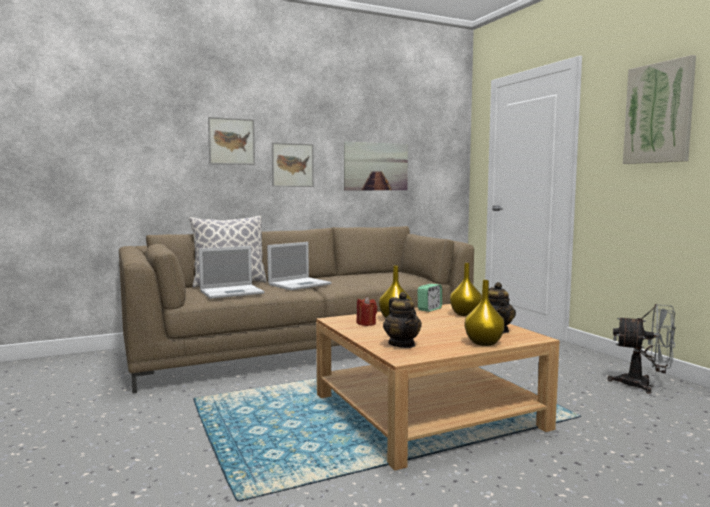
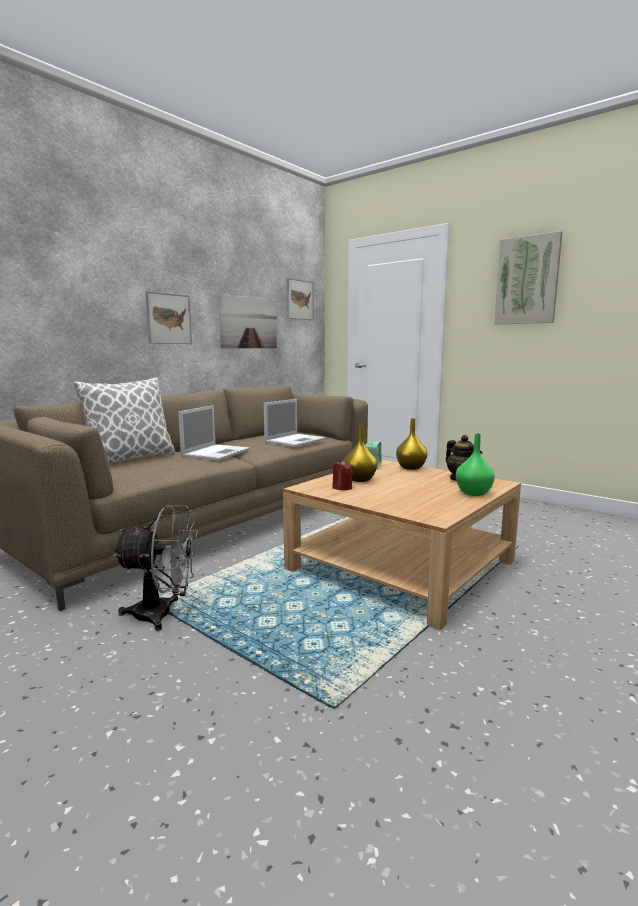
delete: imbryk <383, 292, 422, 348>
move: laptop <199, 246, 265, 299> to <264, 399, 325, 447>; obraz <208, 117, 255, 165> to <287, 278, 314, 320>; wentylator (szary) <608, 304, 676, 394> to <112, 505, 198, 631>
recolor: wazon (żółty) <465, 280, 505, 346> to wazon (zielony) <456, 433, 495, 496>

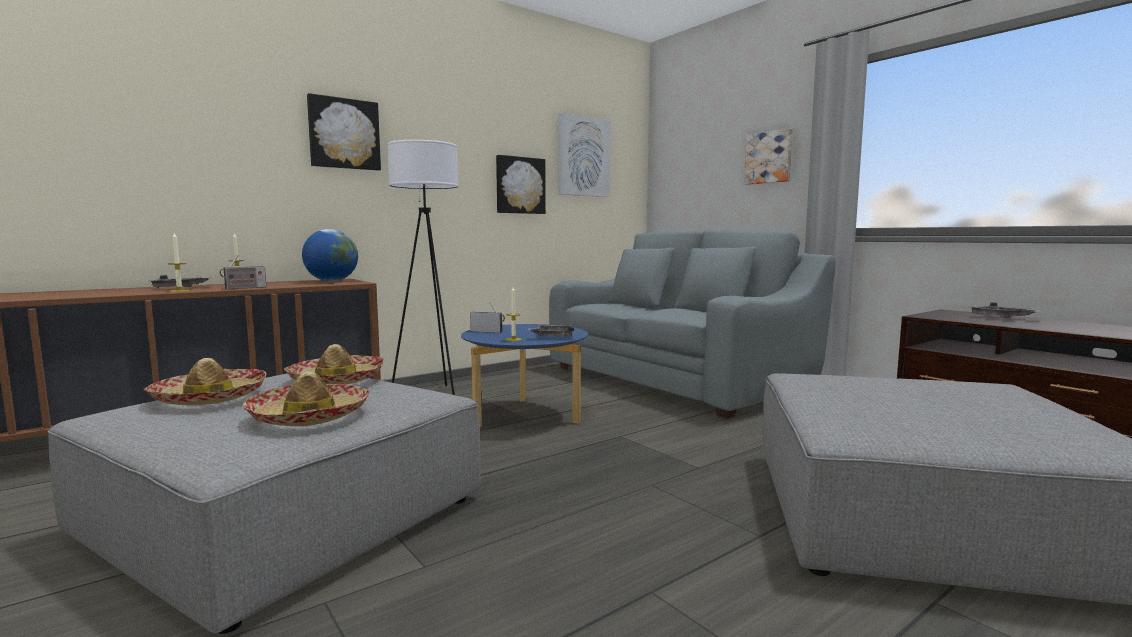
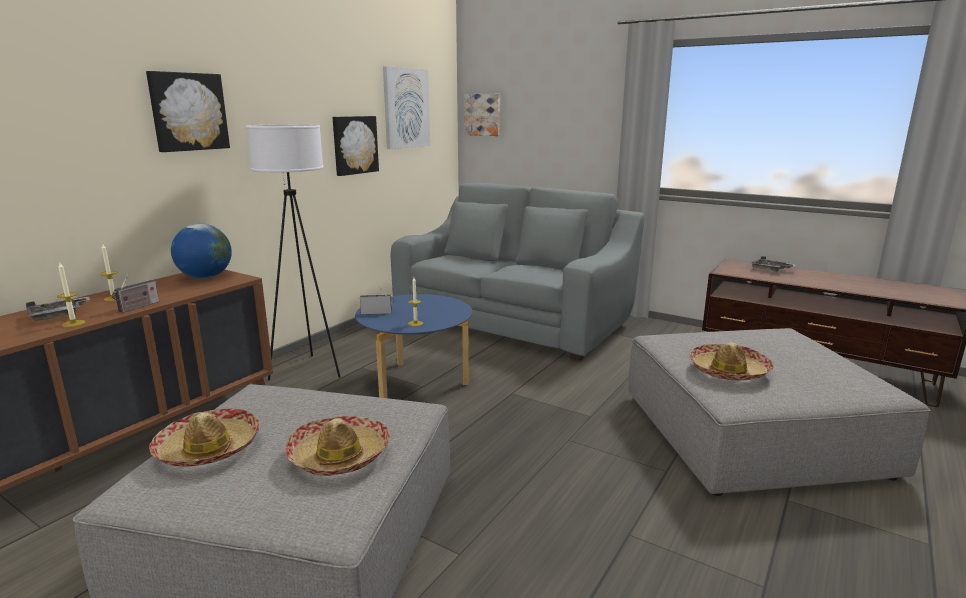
delete: taca (szary) <528, 325, 574, 336>
move: kapelusz <284, 344, 385, 385> to <690, 342, 774, 381>; obraz <744, 128, 793, 185> to <464, 94, 500, 136>

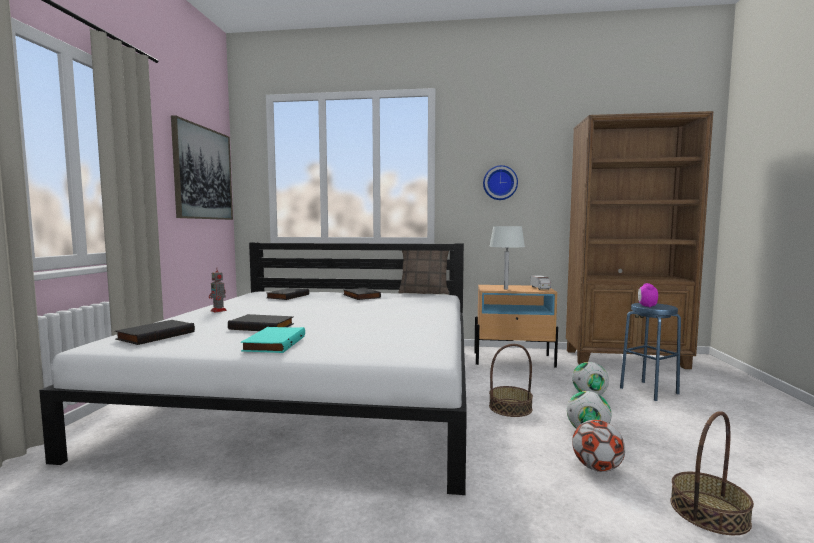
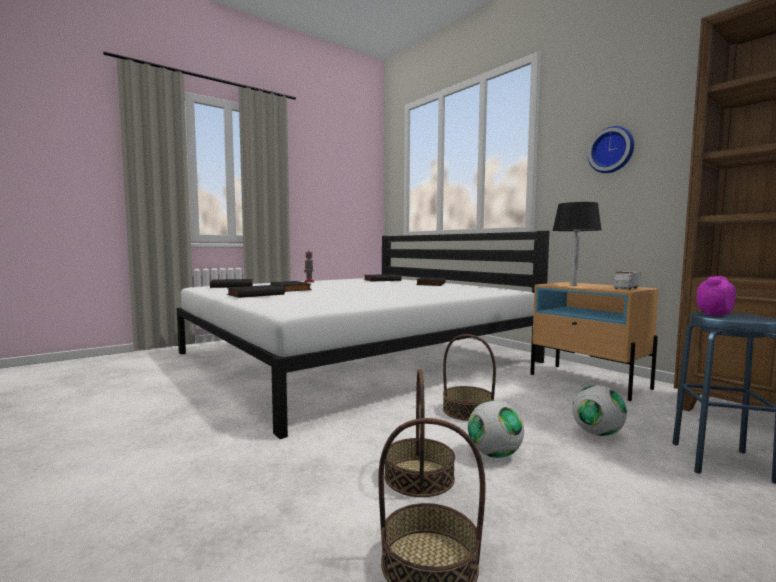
delete: obraz <171, 115, 233, 220>; poduszka <398, 250, 449, 294>
replace: piłka futbolowa <572, 420, 625, 472> to koszyk <384, 369, 455, 497>
recolor: książka (turkusowy) <241, 327, 305, 353> to książka (czarny) <227, 285, 285, 298>; lampa stołowa (biały) <489, 226, 525, 290> to lampa stołowa (czarny) <552, 202, 602, 286>

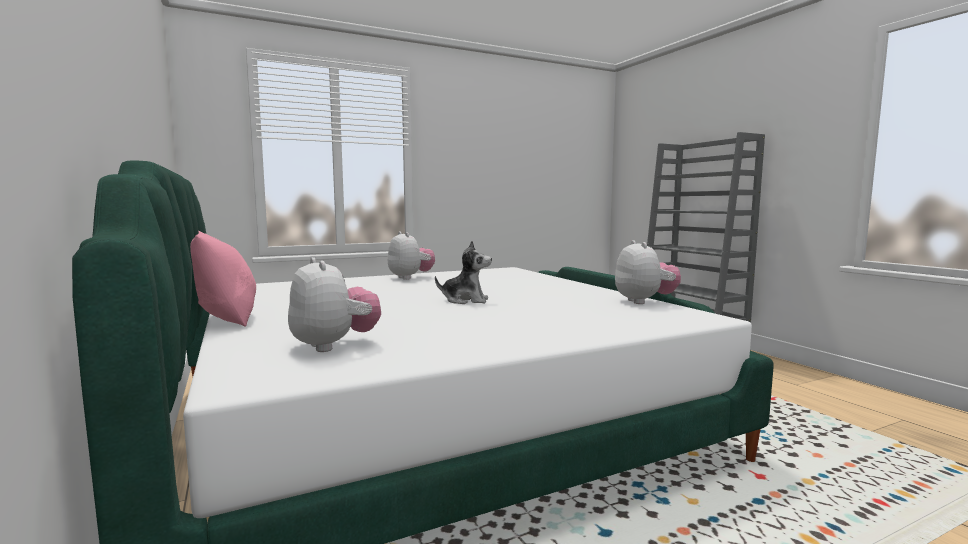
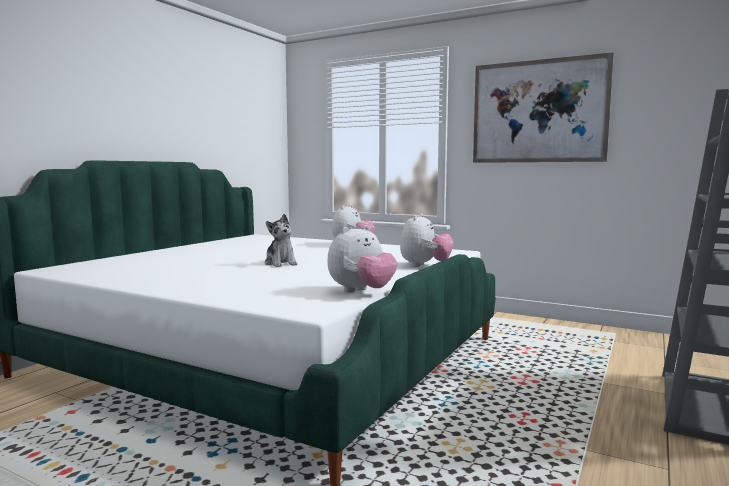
delete: poduszka (różowy) <190, 231, 256, 327>
insert: obraz <473, 52, 614, 163>
move: pluszak <288, 257, 381, 352> to <400, 213, 453, 267>

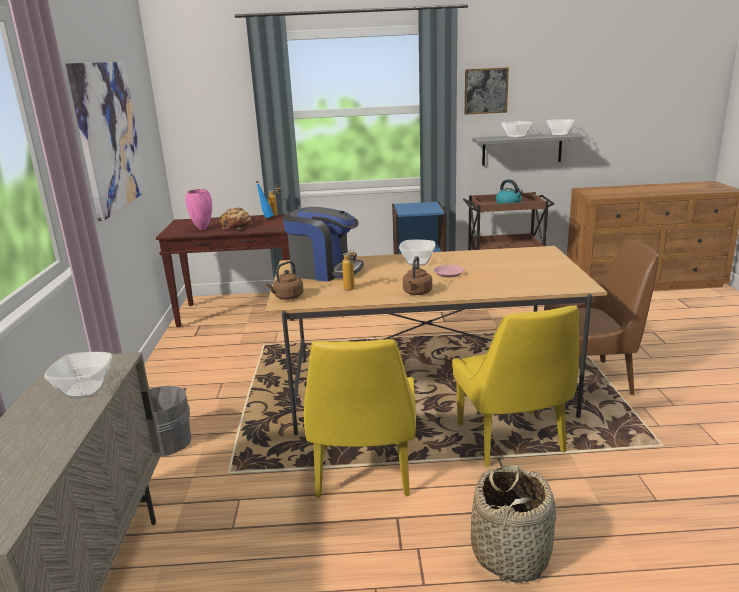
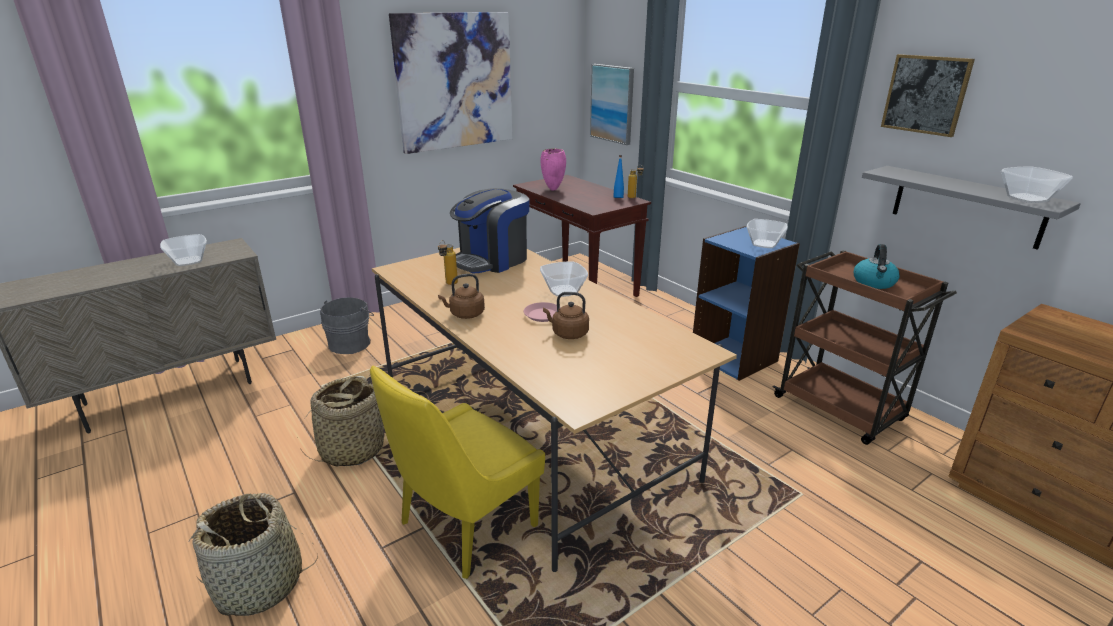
delete: chleb <219, 207, 252, 229>; krzesło (brązowy) <544, 239, 659, 395>
insert: obraz <590, 64, 634, 145>
move: czajnik (brązowy) <266, 261, 304, 300> to <543, 292, 589, 339>; miska <501, 121, 533, 138> to <747, 219, 788, 248>
replace: krzesło (żółty) <304, 339, 416, 498> to koszyk <300, 376, 384, 467>
rotate: ekspres do kawy <283, 207, 364, 281> = <450, 188, 530, 273> 60 degrees clockwise

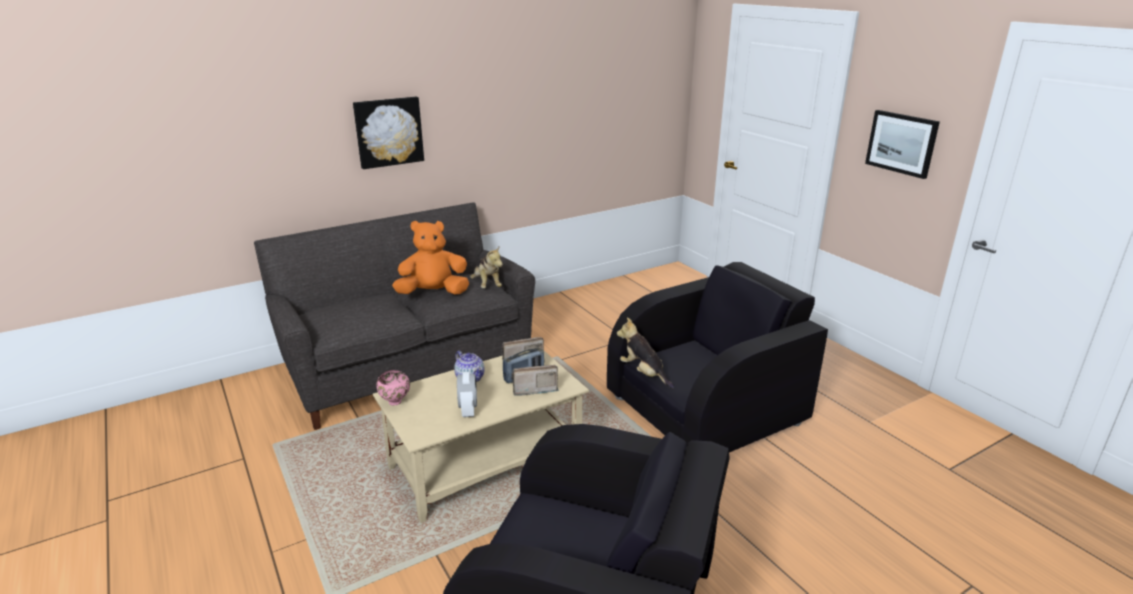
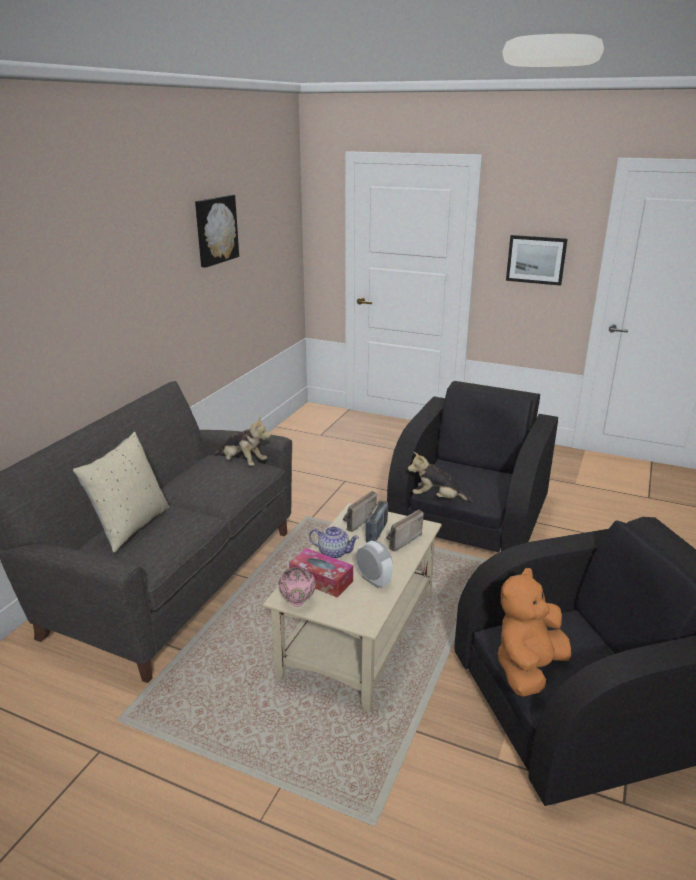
insert: poduszka (beżowy) <73, 432, 169, 553>; pudełko chusteczek <289, 548, 353, 597>
move: obraz <353, 97, 424, 169> to <195, 195, 239, 268>; pluszak (pomarańczowy) <392, 221, 469, 294> to <497, 568, 571, 697>

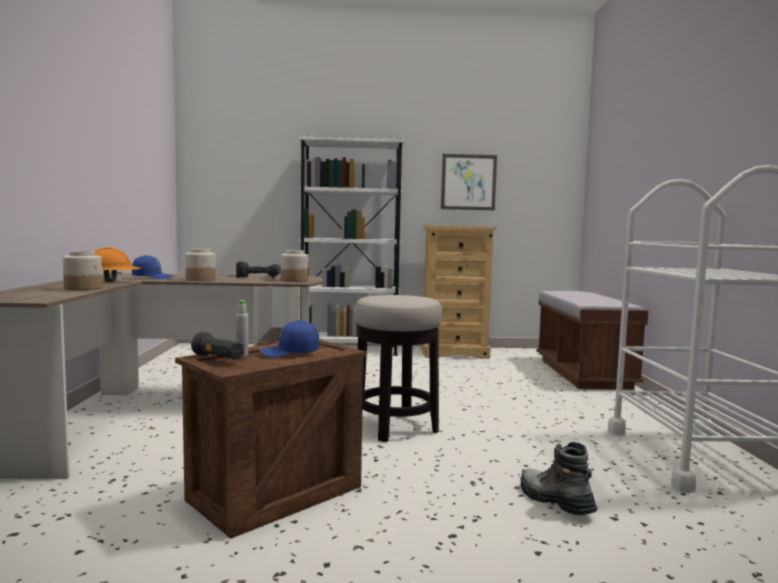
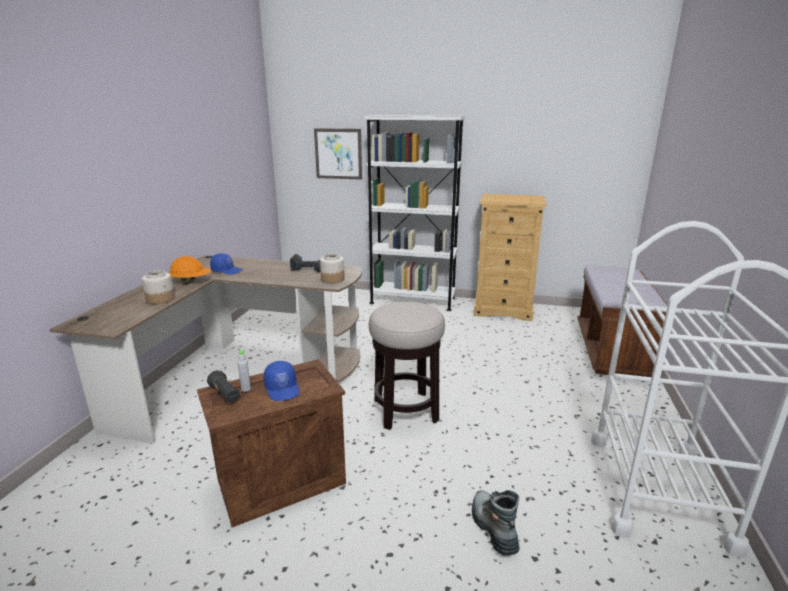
delete: słoik <185, 249, 216, 281>
move: obraz <441, 154, 497, 210> to <314, 128, 362, 180>
rotate: czapka z daszkiem (niebieski) <259, 320, 319, 357> = <264, 361, 299, 401> 120 degrees counterclockwise

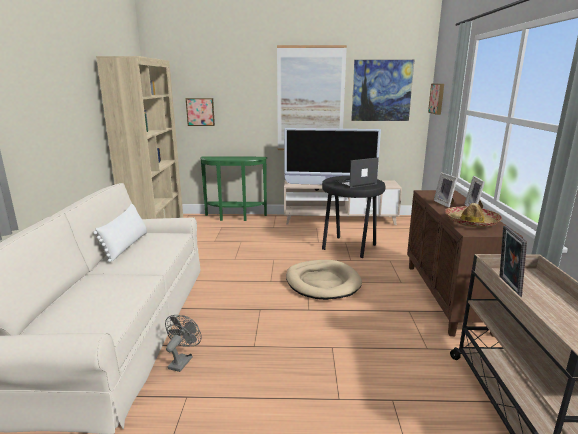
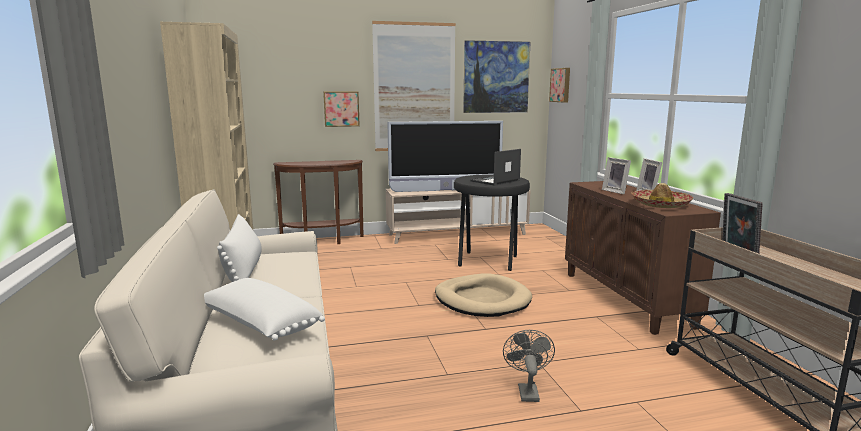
insert: poduszka (biały) <204, 278, 325, 341>
move: wentylator (szary) <165, 315, 202, 372> to <503, 330, 555, 402>; obraz <186, 98, 215, 126> to <323, 91, 360, 127>
recolor: stolik konsolowy (zielony) <200, 156, 267, 221> to stolik konsolowy (brązowy) <273, 160, 364, 244>

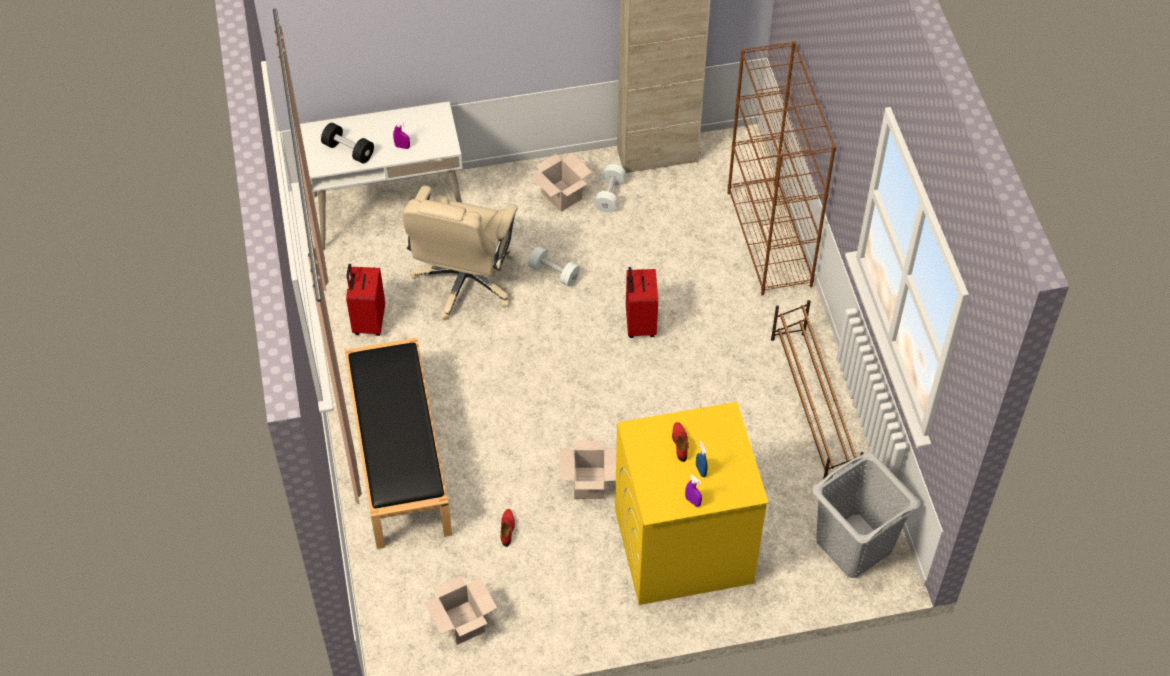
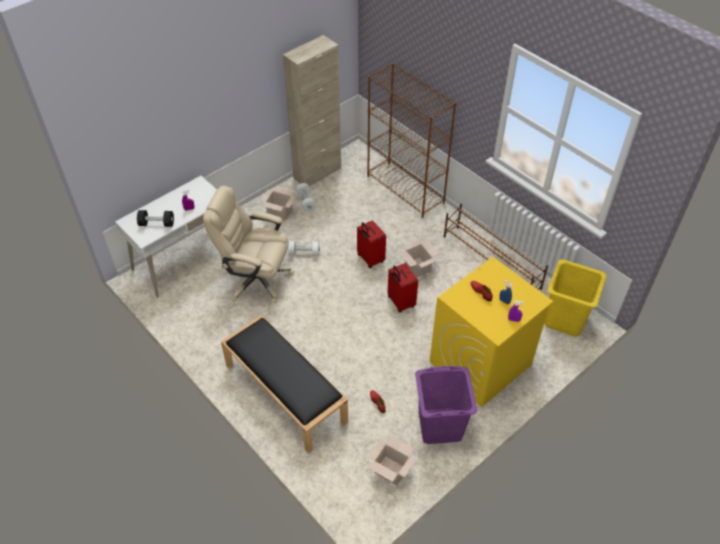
insert: kosz na pranie (fioletowy) <415, 366, 477, 444>
move: walizka (czerwony) <346, 264, 385, 336> to <388, 263, 418, 312>; karton <560, 441, 616, 499> to <399, 240, 440, 278>
recolor: kosz na pranie (szary) <812, 452, 920, 578> to kosz na pranie (żółty) <545, 259, 607, 337>
rotate: krzesło biurowe (beżowy) <403, 186, 518, 320> = <203, 186, 294, 303> 120 degrees clockwise

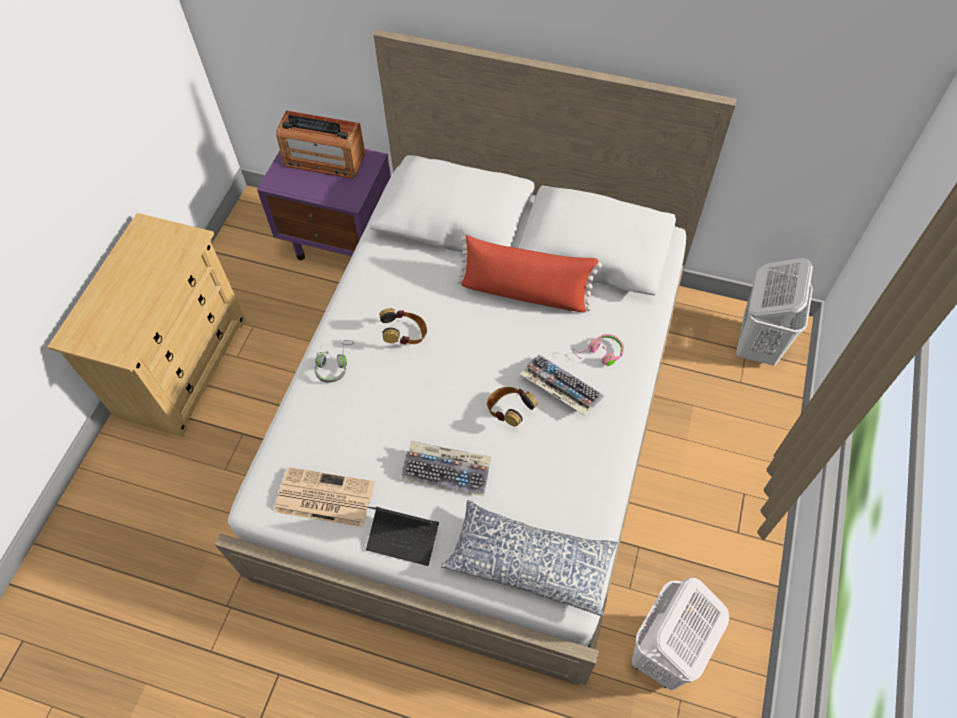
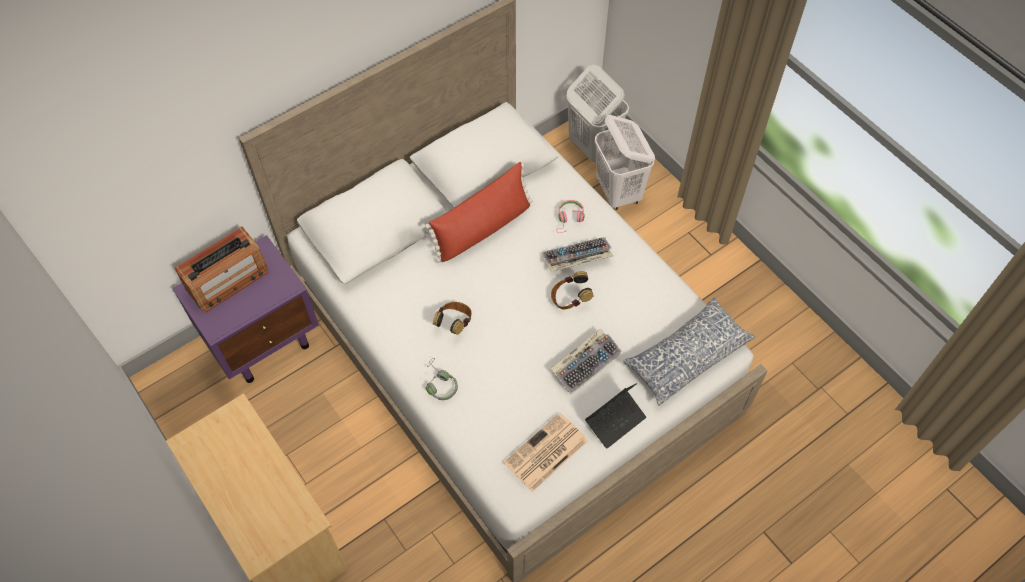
move: kosz na pranie (biały) <632, 578, 729, 690> to <595, 115, 655, 210>

